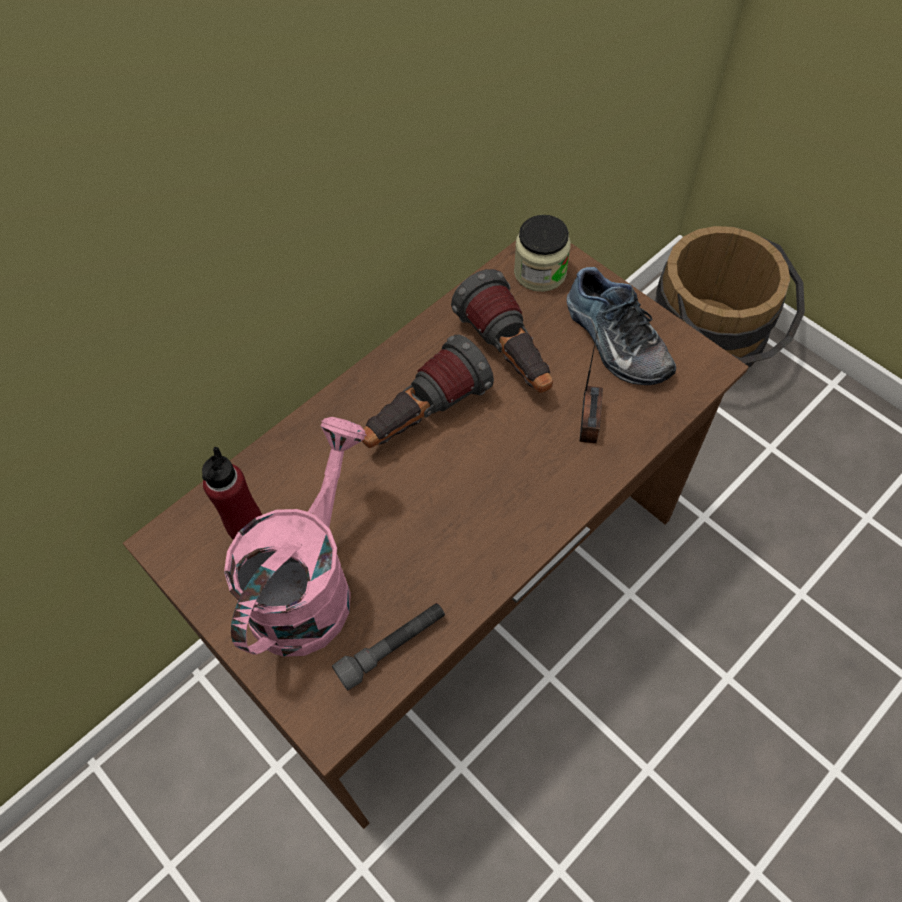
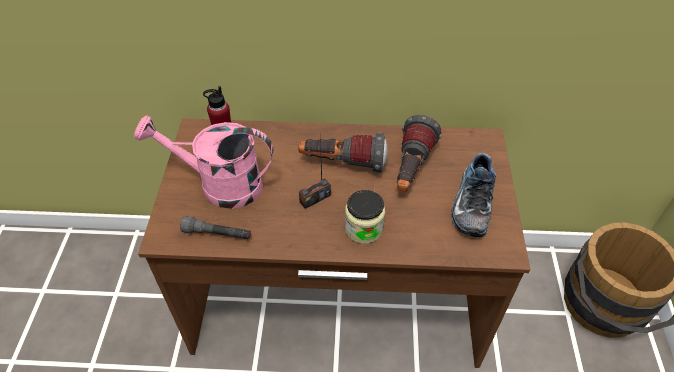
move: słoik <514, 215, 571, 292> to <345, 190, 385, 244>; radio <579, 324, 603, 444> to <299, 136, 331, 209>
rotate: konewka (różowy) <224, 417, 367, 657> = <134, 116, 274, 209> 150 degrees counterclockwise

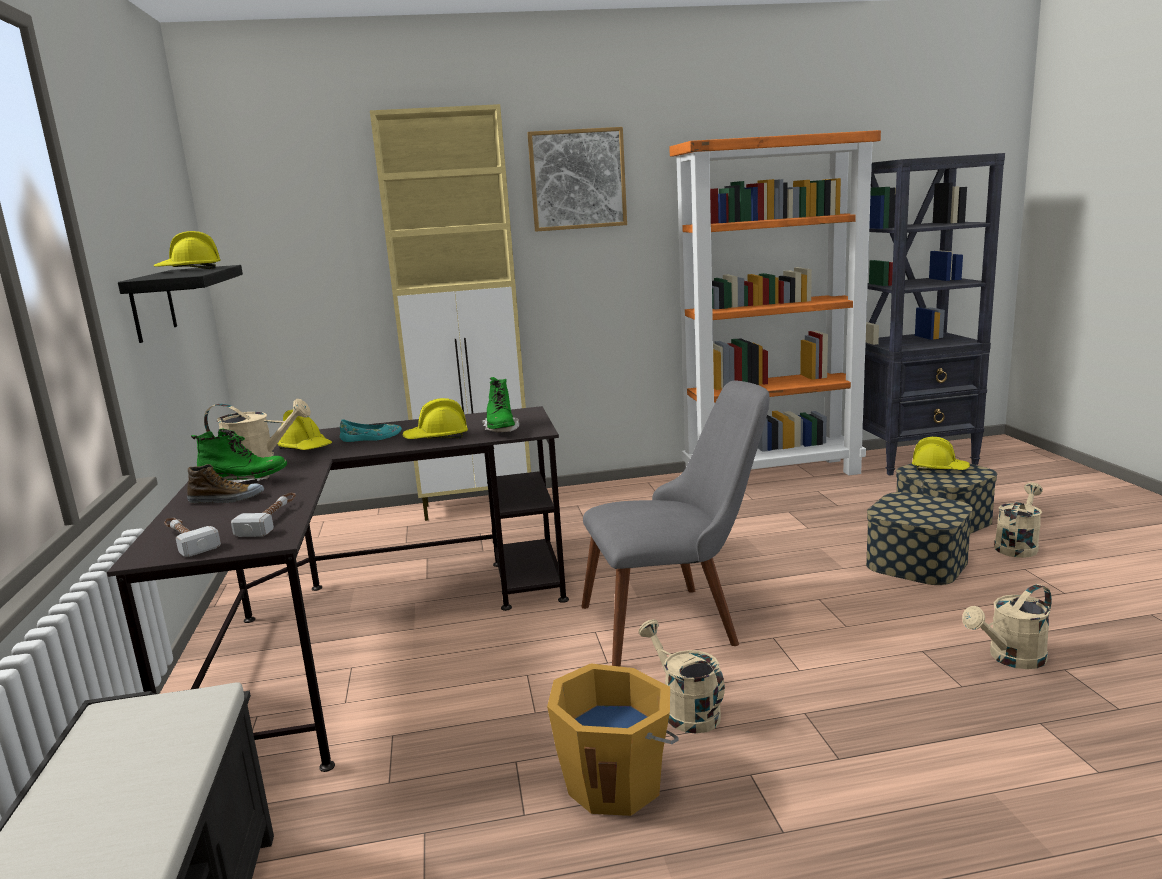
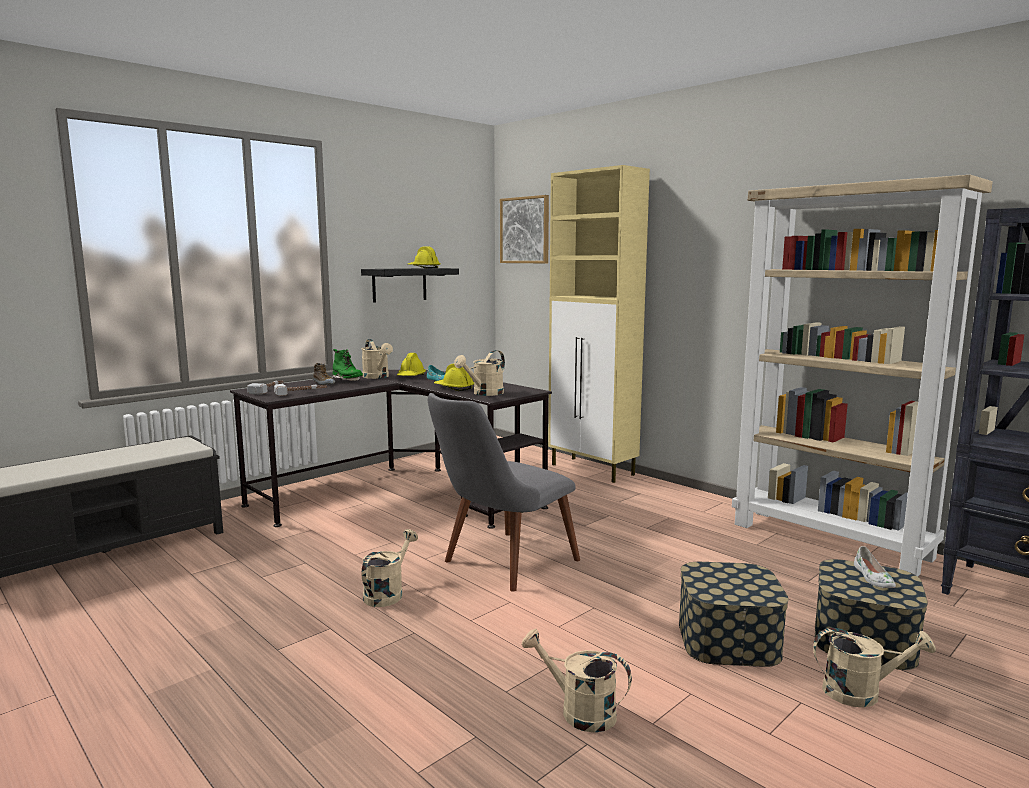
delete: wiadro (pomarańczowy) <547, 663, 678, 816>
move: obraz <527, 127, 627, 232> to <500, 195, 549, 263>
replace: but z cholewką (zielony) <482, 377, 519, 433> to konewka (beżowy) <454, 350, 505, 396>; kask (żółty) <912, 437, 970, 470> to but (biały) <854, 546, 896, 588>
recolor: regał (pomarańczowy) <669, 130, 881, 475> to regał (beżowy) <732, 175, 993, 577>
rotate: krzesło (szary) <581, 380, 770, 667> = <428, 393, 580, 592> 90 degrees clockwise

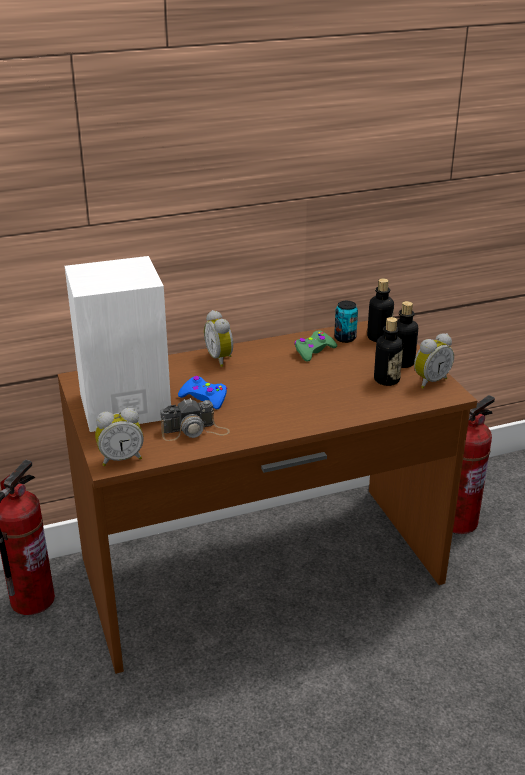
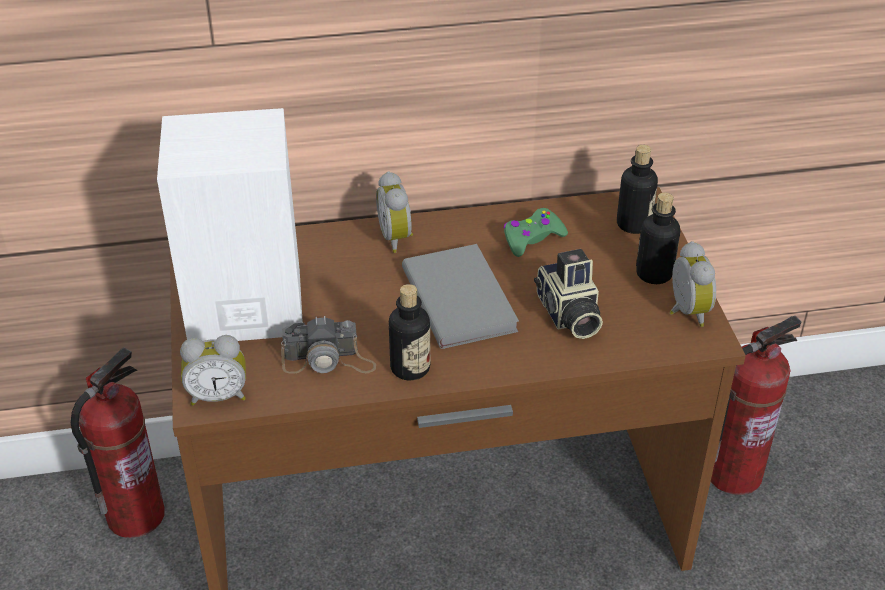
delete: pad do gier (niebieski) <178, 376, 227, 409>; puszka <334, 301, 358, 343>
insert: książka (szary) <402, 244, 519, 349>; aparat fotograficzny <534, 249, 603, 339>
move: butelka <374, 317, 403, 386> to <389, 284, 430, 380>
rotate: budzik <414, 333, 454, 388> = <669, 241, 716, 327> 75 degrees counterclockwise

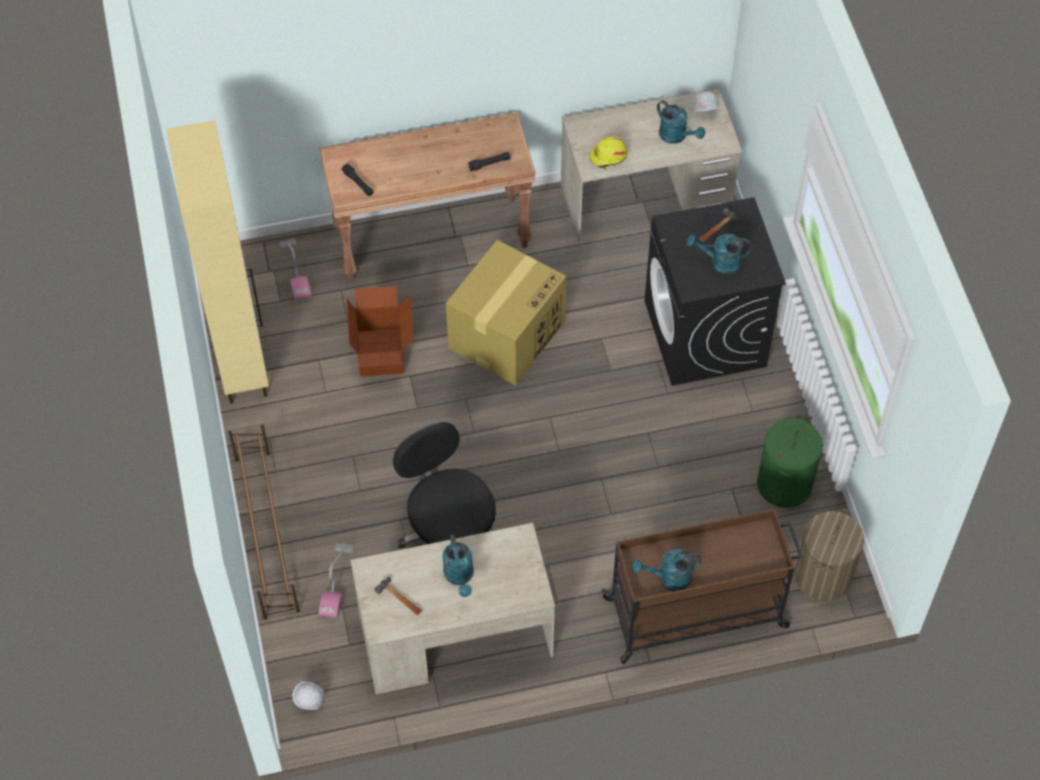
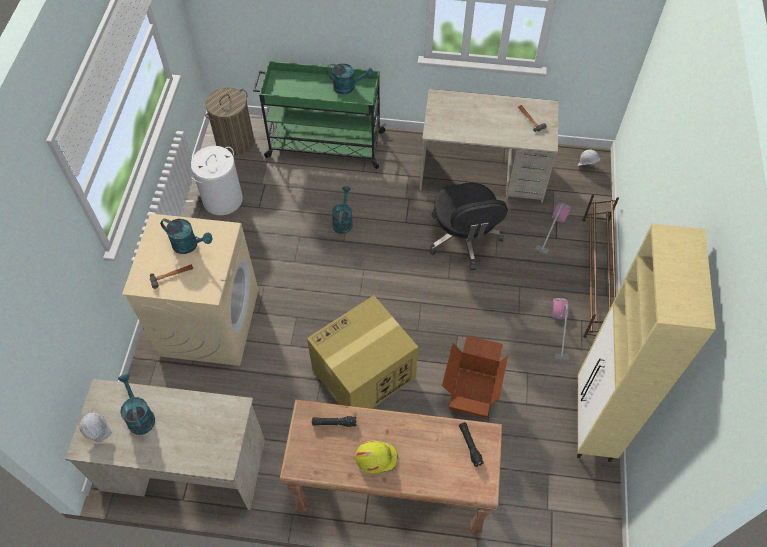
move: odkurzacz <279, 239, 312, 300> to <552, 298, 569, 360>; konewka (turkusowy) <442, 534, 474, 597> to <332, 186, 353, 234>; kask (żółty) <589, 136, 628, 170> to <355, 440, 398, 474>
recolor: wózek (brązowy) <601, 509, 803, 664> to wózek (zielony) <253, 61, 387, 169>; pralka (czarny) <645, 197, 786, 386> to pralka (beżowy) <122, 213, 258, 366>; kosz na pranie (zielony) <757, 416, 823, 508> to kosz na pranie (biały) <191, 146, 243, 215>

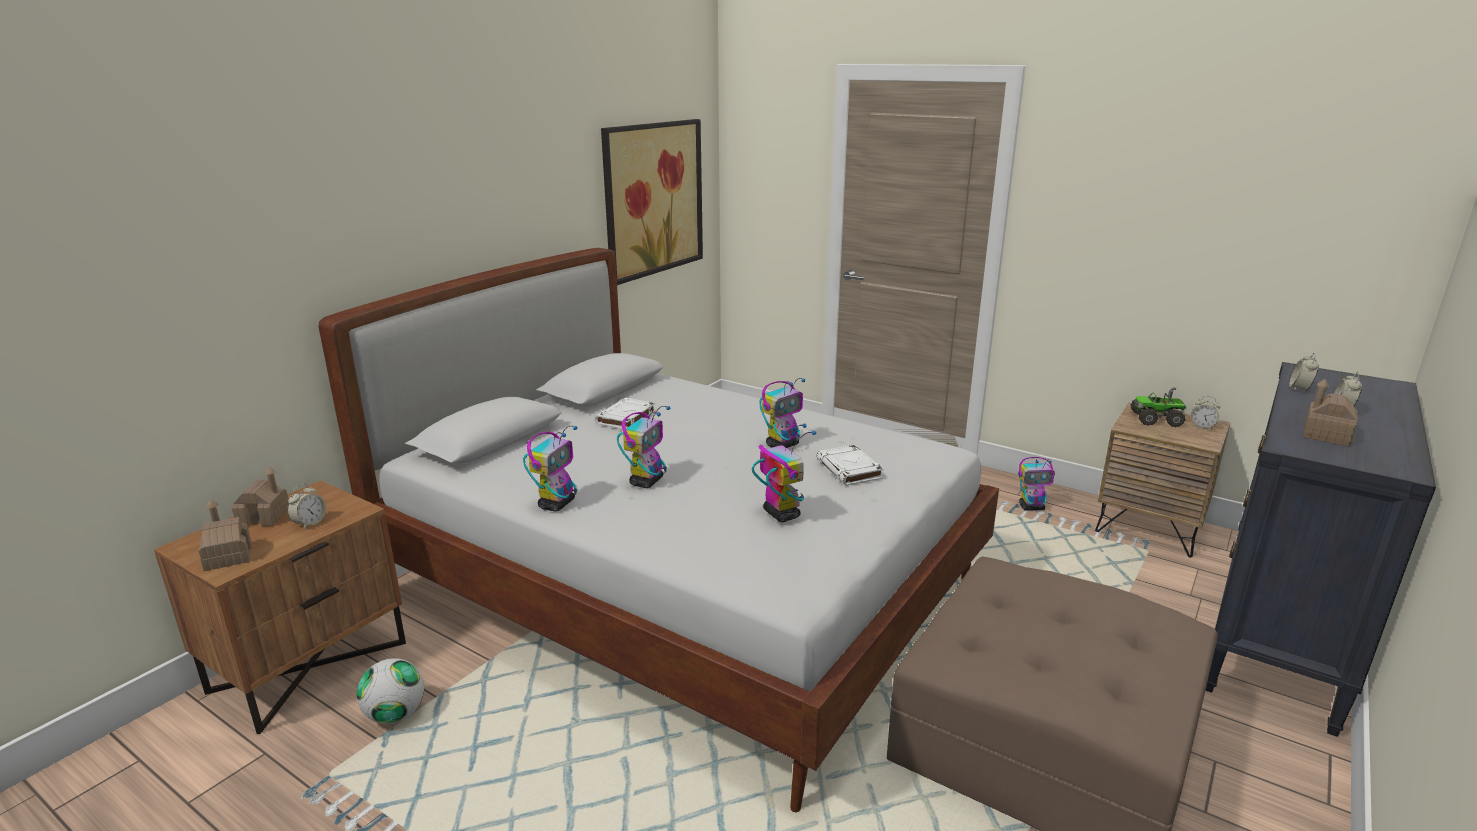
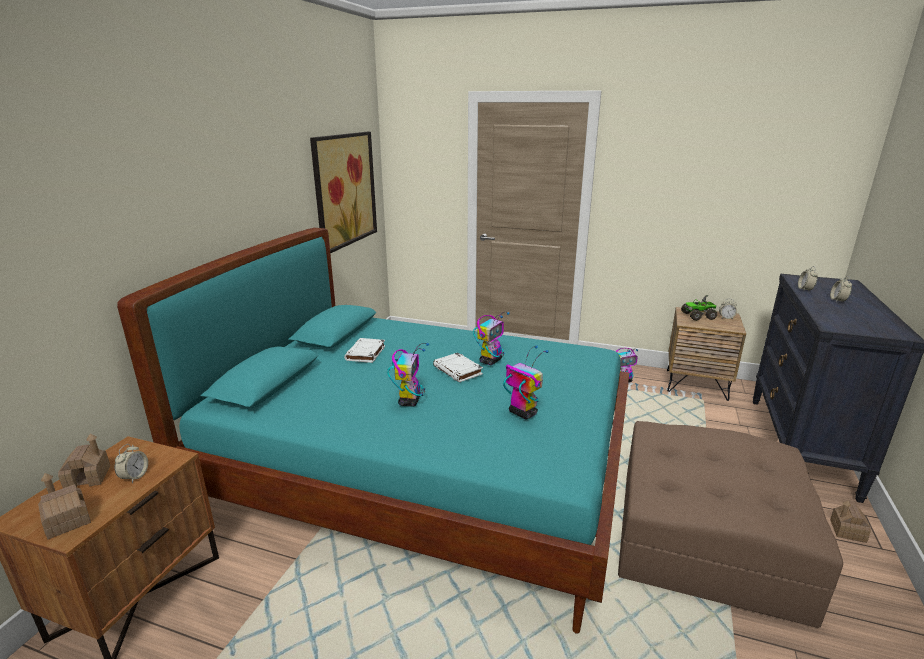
delete: piłka futbolowa <357, 658, 424, 724>; robot zabawkowy <523, 426, 577, 512>
move: książka (biały) <816, 445, 884, 486> to <433, 353, 483, 382>; domek <1303, 379, 1358, 447> to <830, 501, 871, 543>
recolor: łóżko (biały) <319, 248, 999, 812> to łóżko (turkusowy) <117, 228, 629, 634>

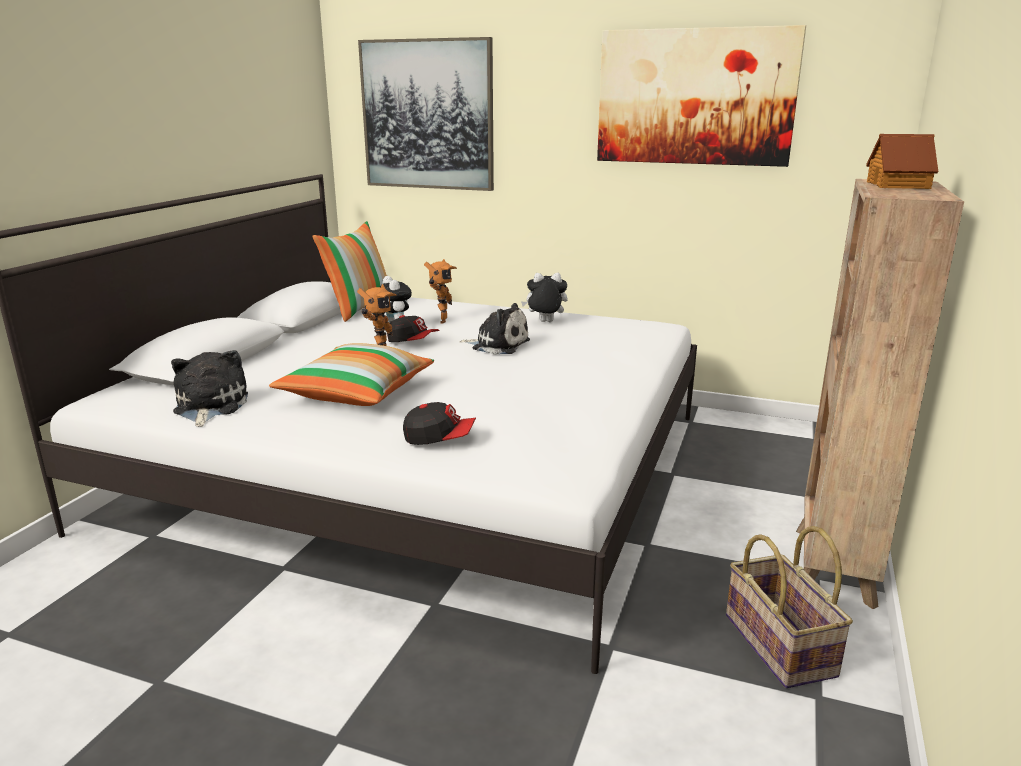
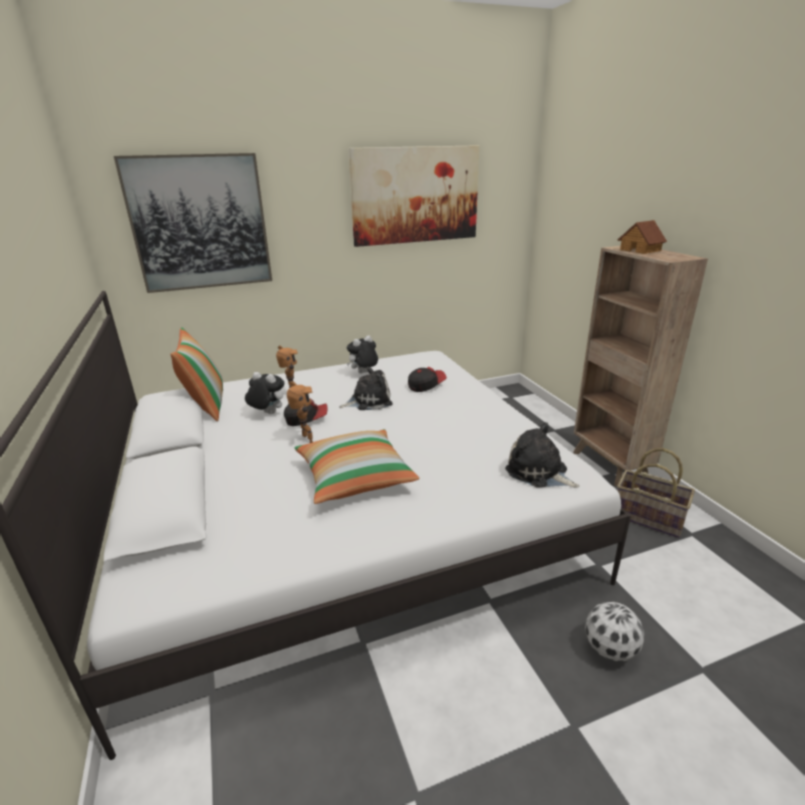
insert: piłka futbolowa <585, 602, 645, 661>
move: pluszak <171, 350, 248, 427> to <505, 422, 580, 488>; czapka z daszkiem <403, 402, 476, 445> to <408, 366, 447, 392>

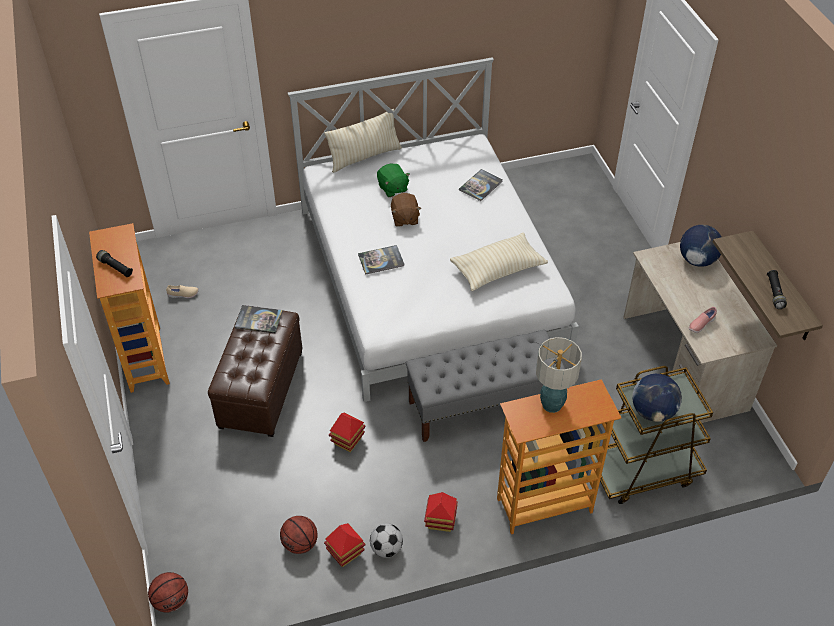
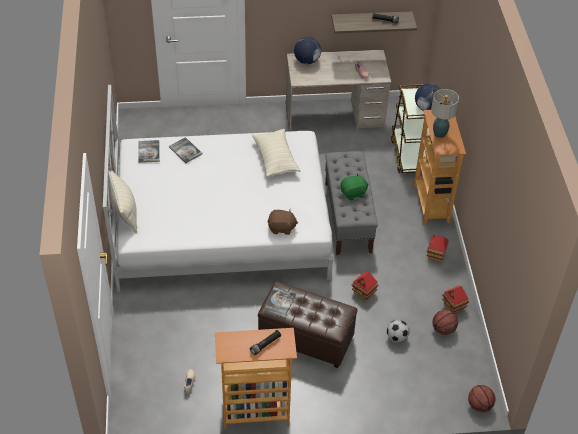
move: książka <358, 245, 405, 275> to <138, 140, 160, 163>; piłka futbolowa <370, 523, 403, 558> to <387, 320, 409, 343>; pluszak (zielony) <377, 164, 410, 197> to <340, 173, 369, 200>; pluszak (brązowy) <391, 193, 421, 227> to <267, 208, 298, 235>

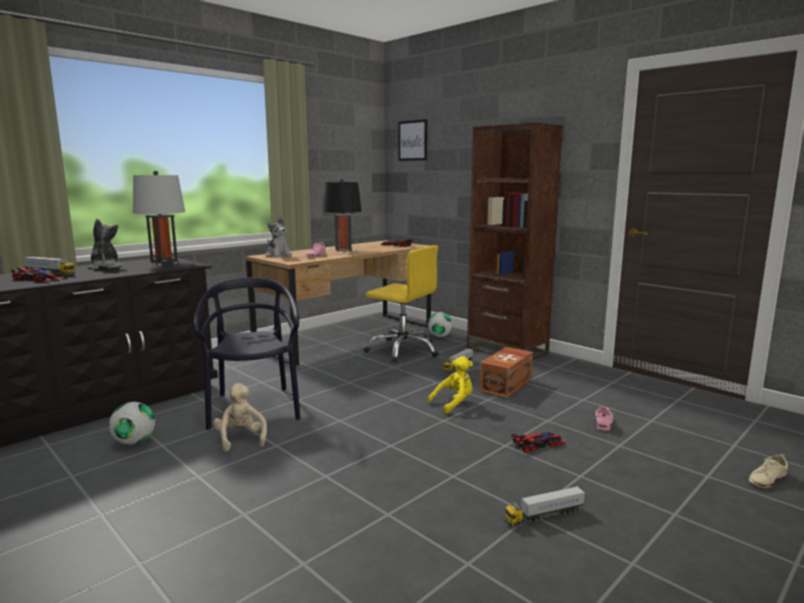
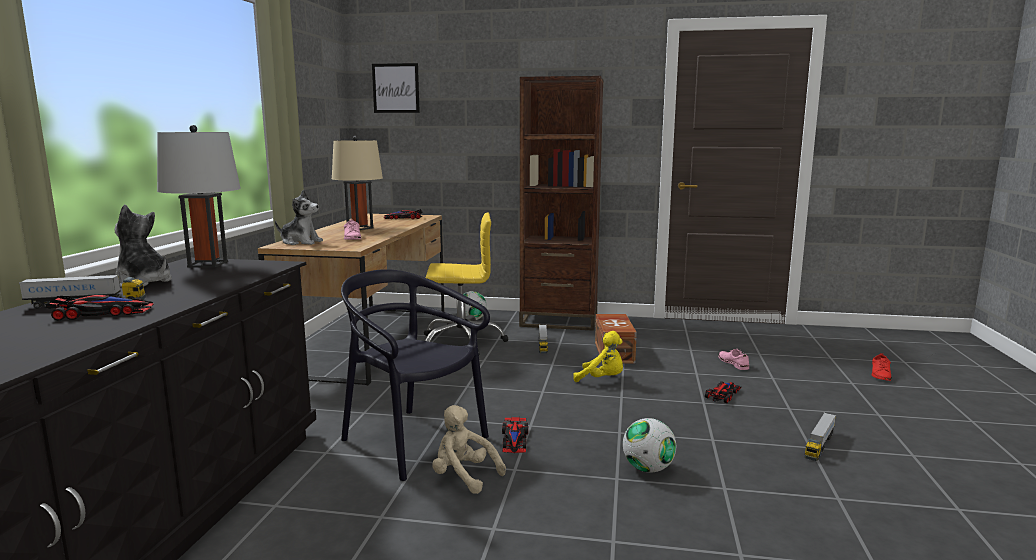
insert: samochodzik <502, 417, 528, 453>
move: piłka futbolowa <109, 402, 155, 444> to <623, 418, 676, 473>
recolor: lampa stołowa (czarny) <323, 179, 362, 251> to lampa stołowa (beżowy) <332, 136, 383, 230>; but (beżowy) <749, 454, 788, 488> to but (czerwony) <872, 353, 892, 381>
rotate: pluszak (żółty) <428, 356, 473, 414> = <573, 331, 623, 382> 90 degrees clockwise

